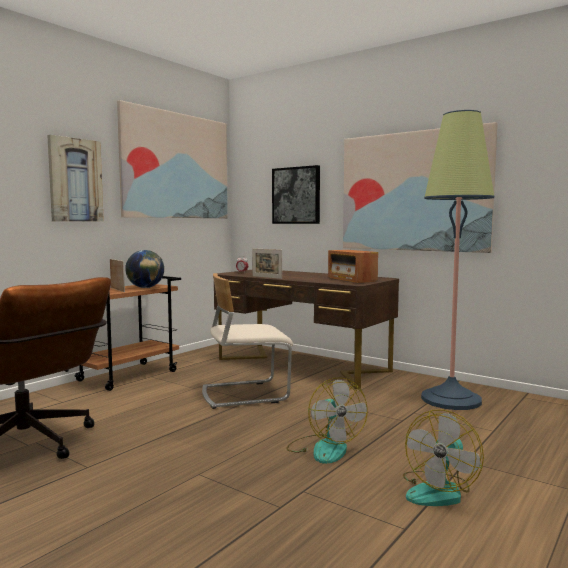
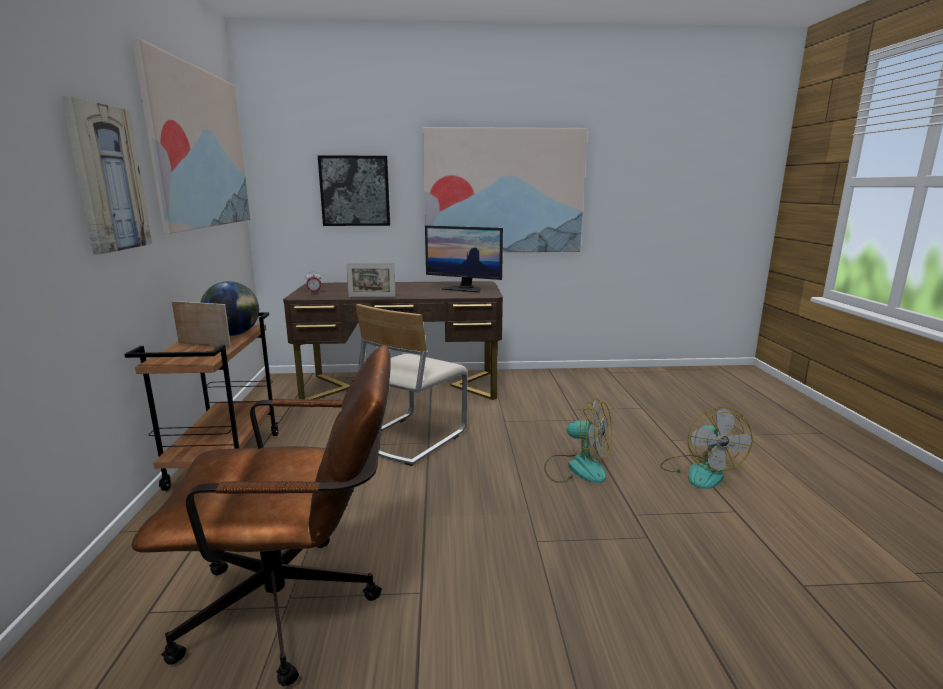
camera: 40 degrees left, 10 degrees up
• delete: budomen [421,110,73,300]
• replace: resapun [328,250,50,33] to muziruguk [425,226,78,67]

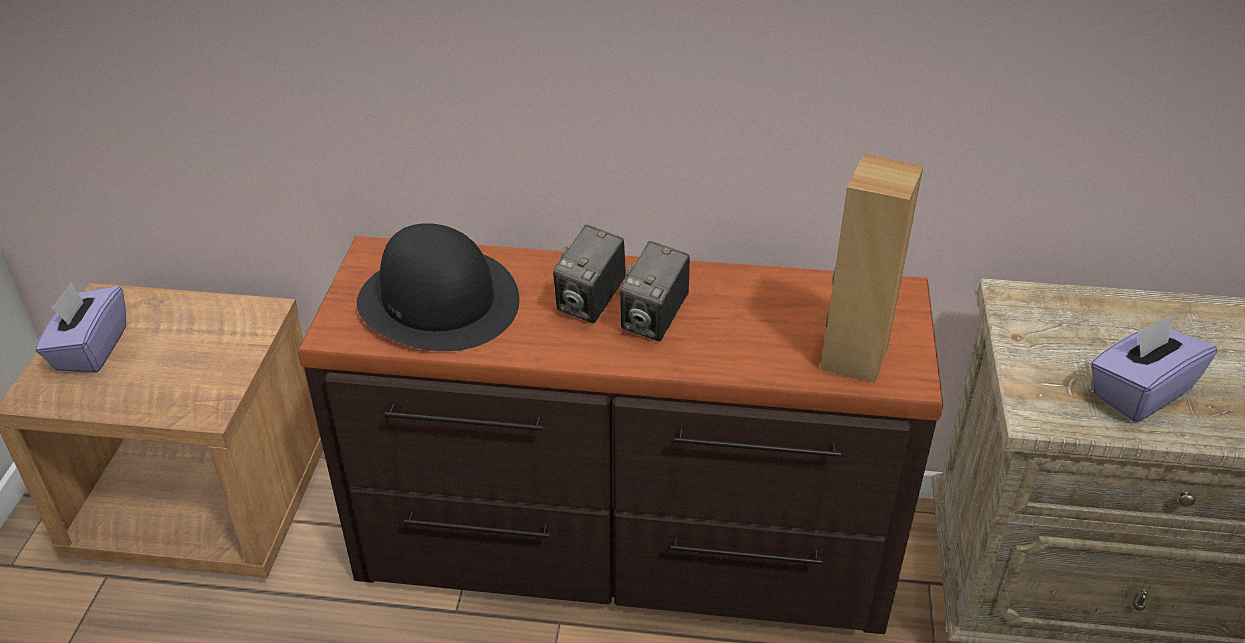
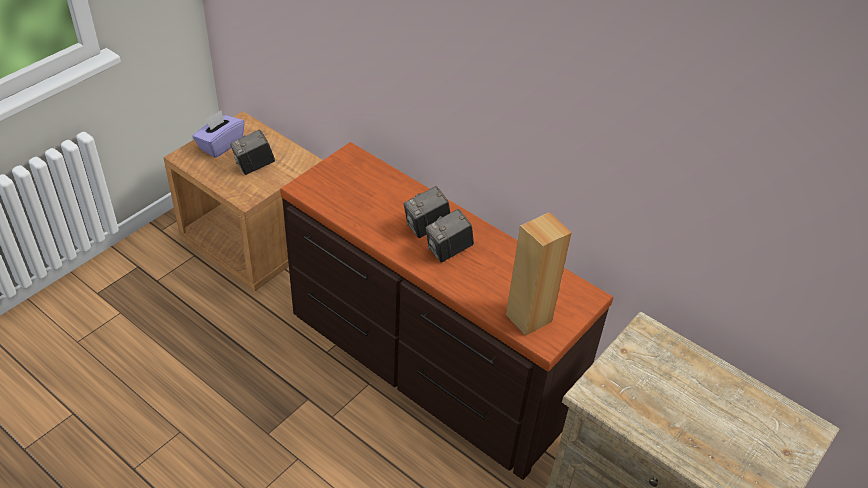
camera: 30 degrees right, 5 degrees up
• delete: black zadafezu [357,223,162,128]
• delete: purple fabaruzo [1090,315,127,107]
• insert: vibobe [230,130,45,45]

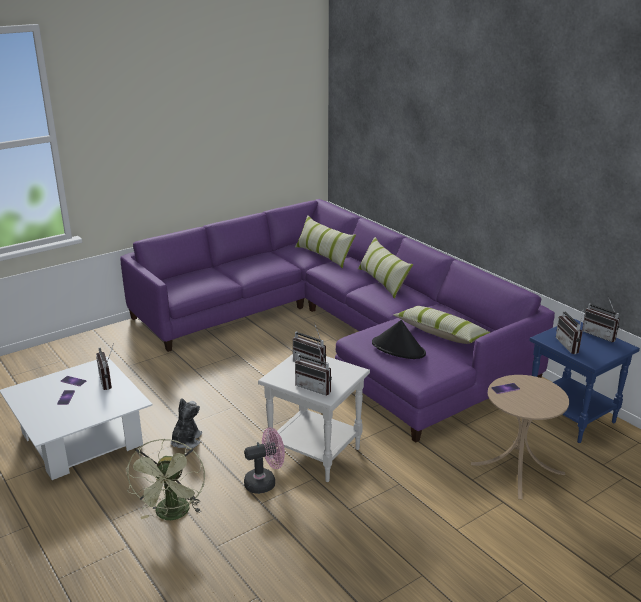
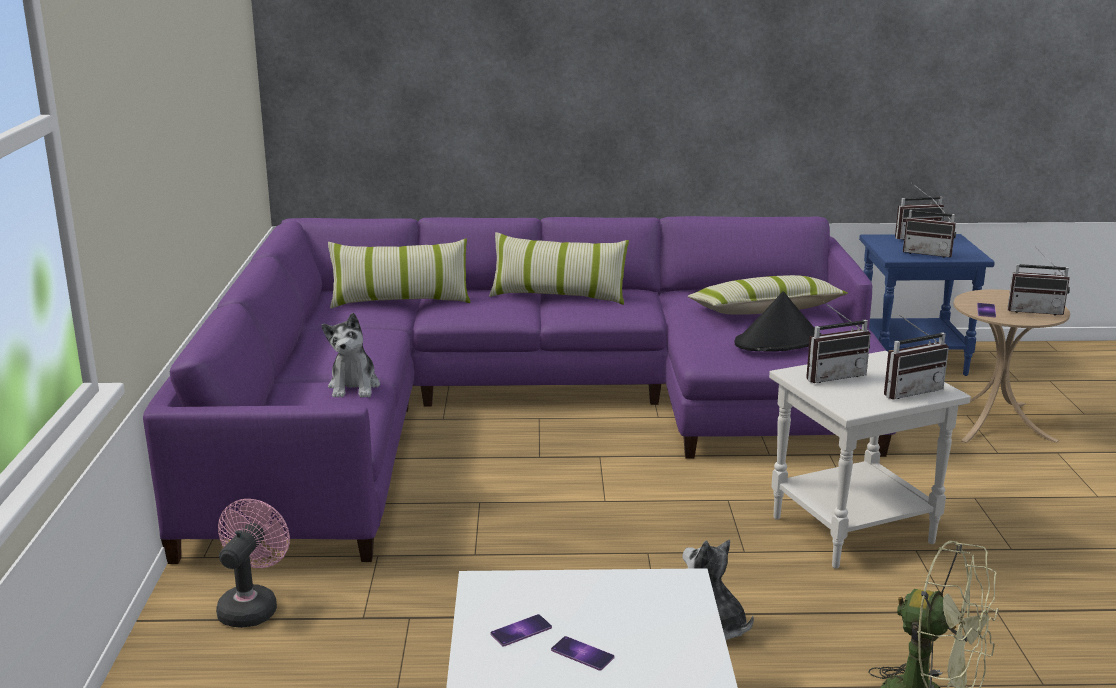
camera: 55 degrees left, 5 degrees down
• move: resapun [96,343,18,47] to [1007,247,63,68]
• move: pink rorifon [244,427,41,67] to [216,499,74,129]
• insert: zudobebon [322,313,58,85]

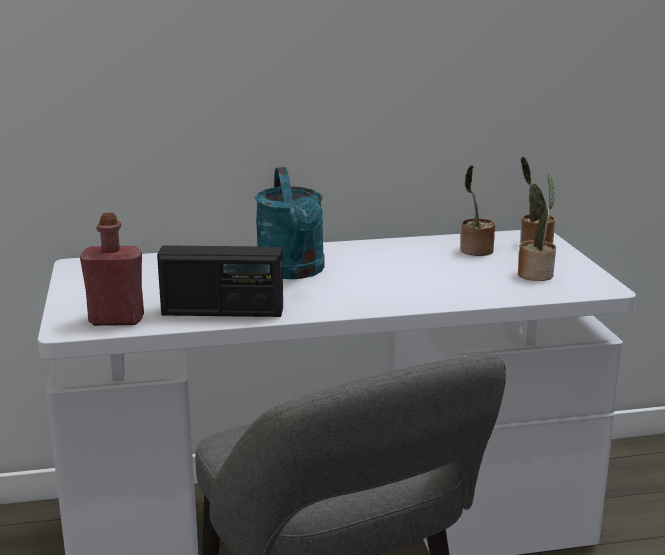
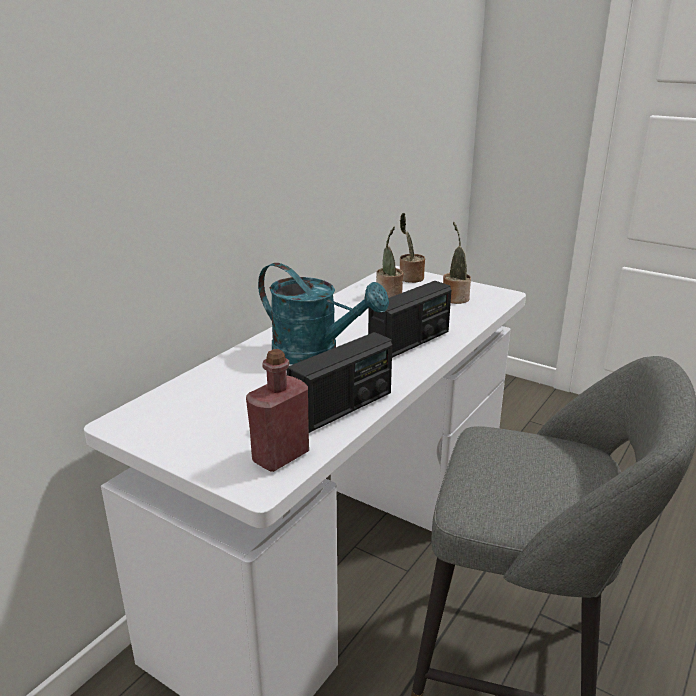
camera: 45 degrees left, 5 degrees up
• insert: resapun [368,281,83,77]

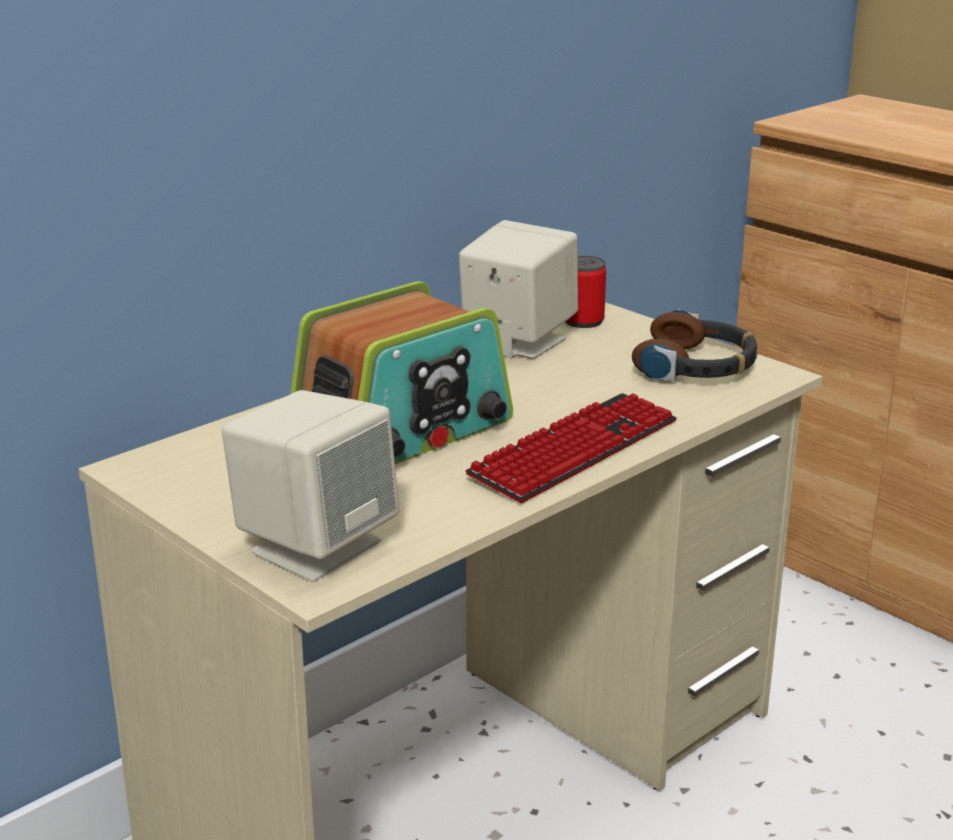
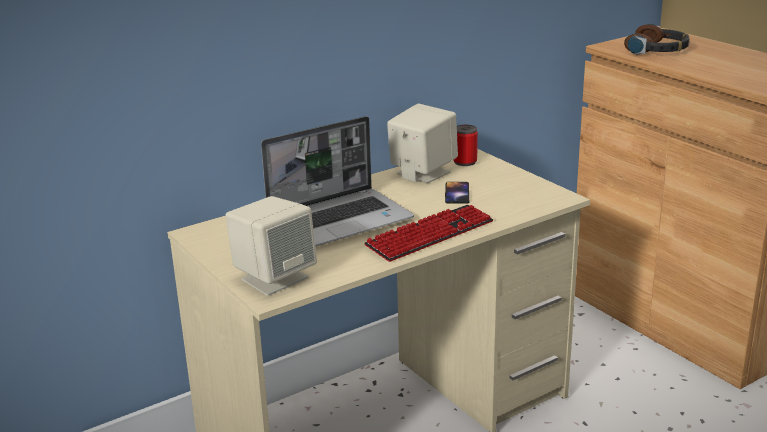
camera: 10 degrees right, 0 degrees up
• replace: resapun [291,281,222,183] to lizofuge [261,116,153,130]
• move: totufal [632,309,126,72] to [624,24,65,30]
• insert: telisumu [445,182,24,21]

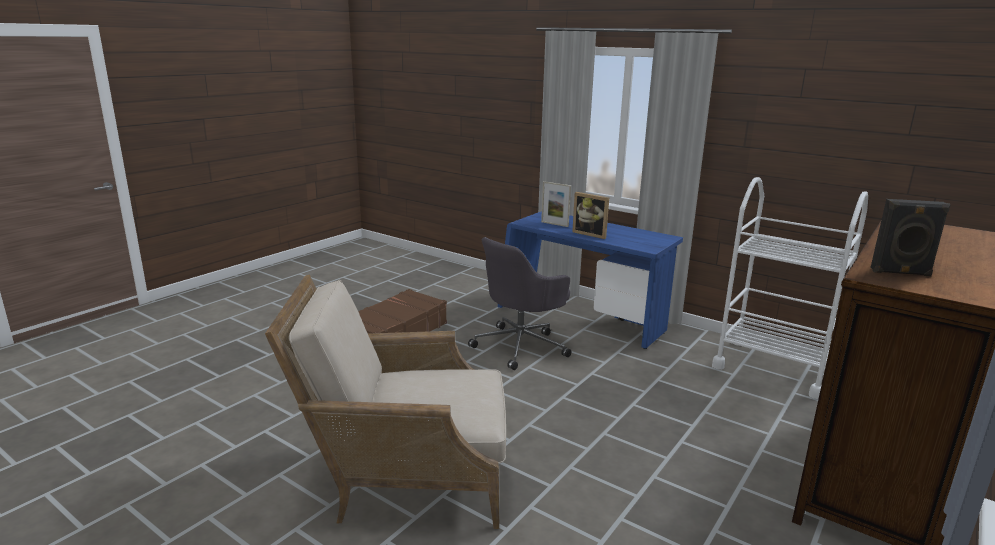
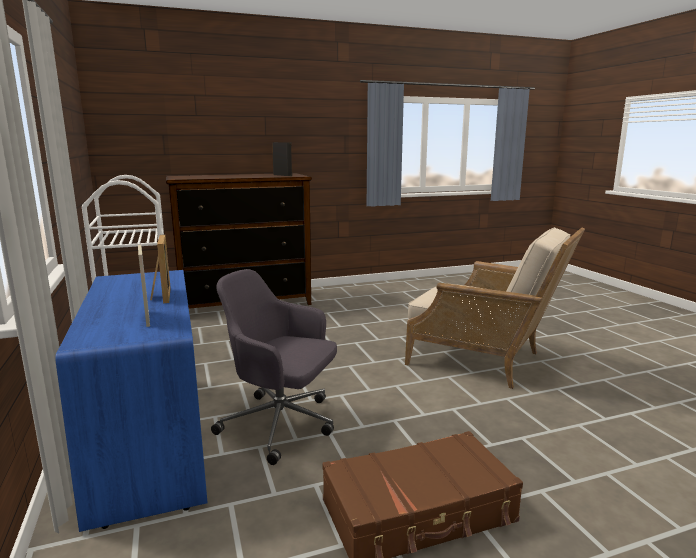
camera: 145 degrees left, 5 degrees down
• rotate: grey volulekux [468,237,103,133] = [211,269,126,196] 150 degrees counterclockwise

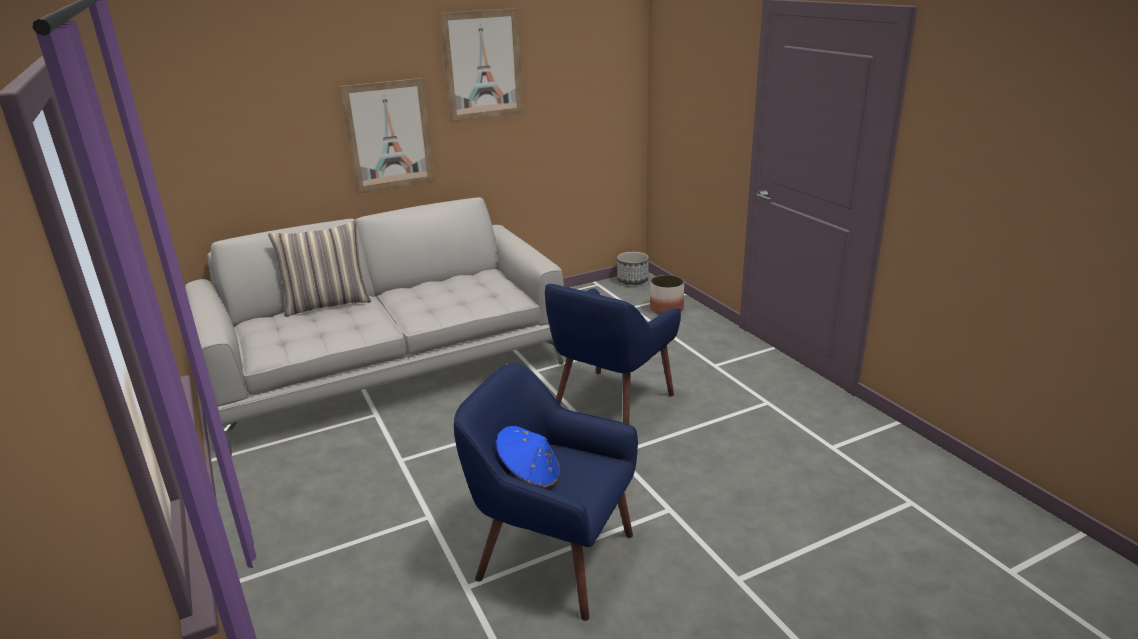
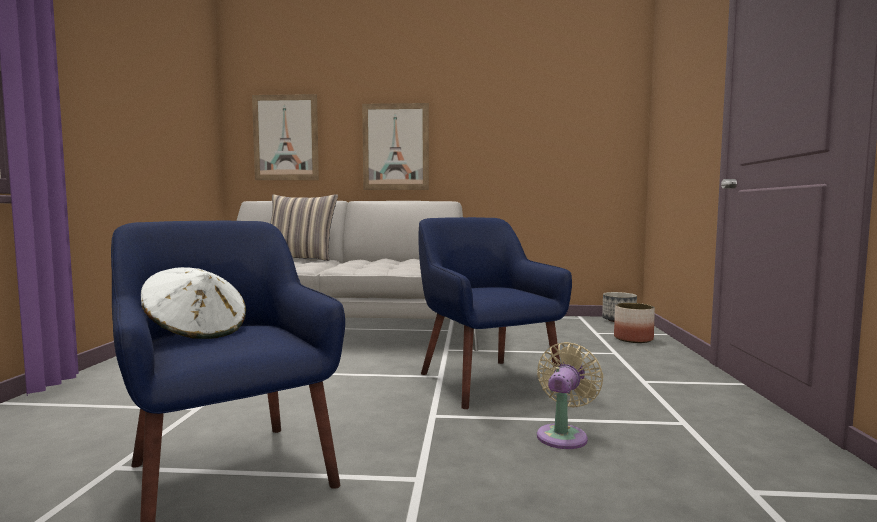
camera: 30 degrees right, 20 degrees down
• move: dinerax [439,8,85,115] to [252,94,67,86]
• rotate: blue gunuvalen [545,284,136,140] = [419,217,153,192] 90 degrees clockwise
• recolor: blue zadafezu [496,426,64,62] to white zadafezu [141,267,105,72]
• insert: beige rorifon [537,342,66,107]

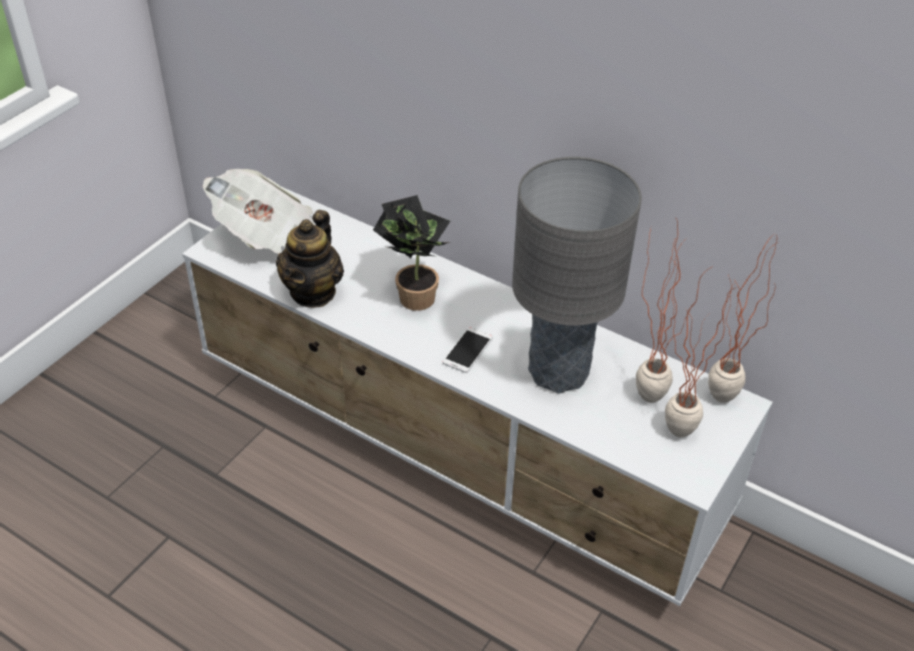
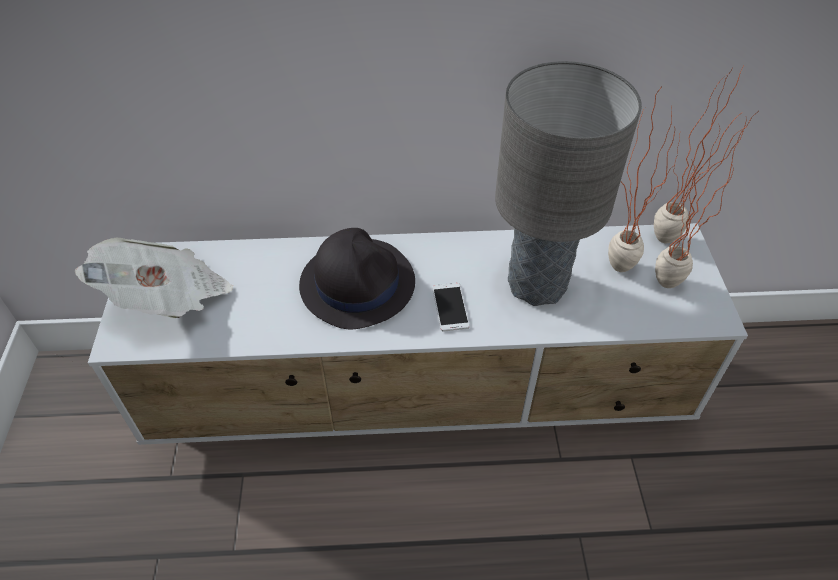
camera: 35 degrees left, 5 degrees up
• replace: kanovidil [373,195,78,116] to black zadafezu [299,228,116,101]
• delete: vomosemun [276,210,68,98]

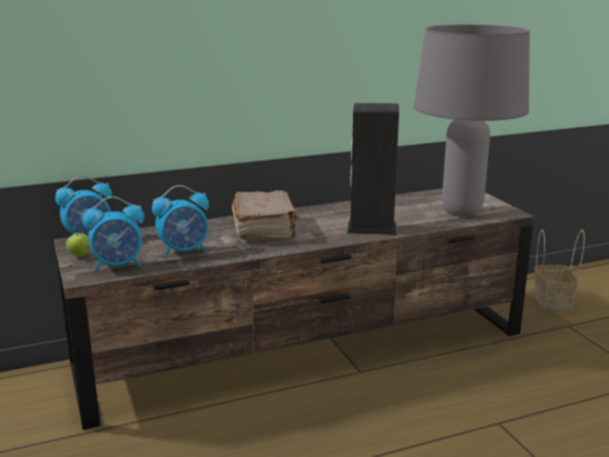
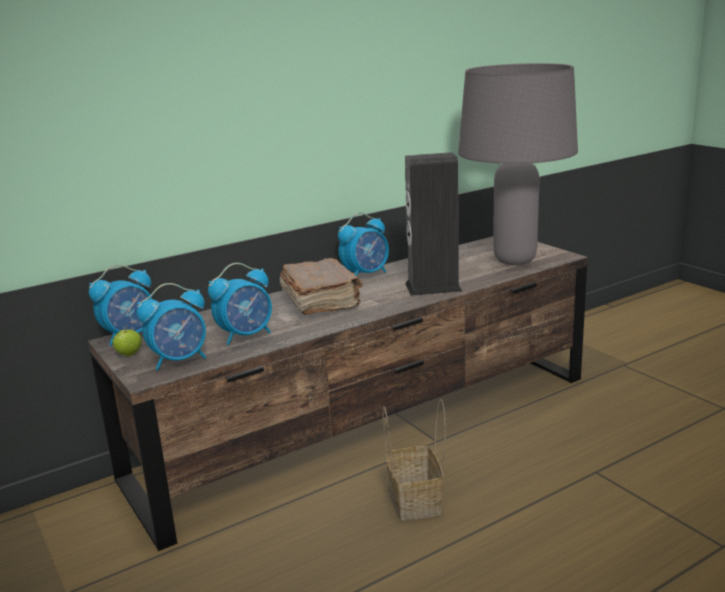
camera: 10 degrees left, 0 degrees up
• move: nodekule [533,230,52,80] to [383,399,63,122]
• insert: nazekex [338,213,51,63]

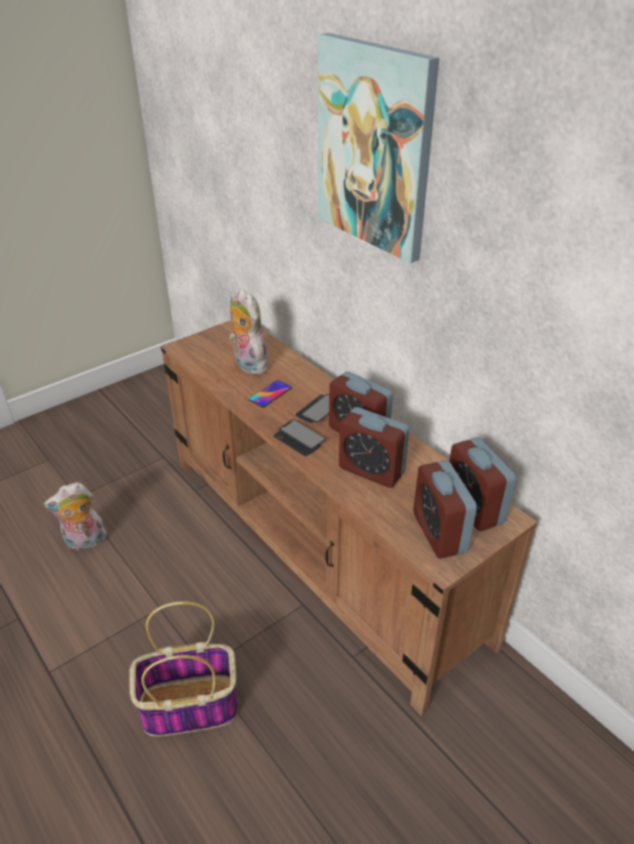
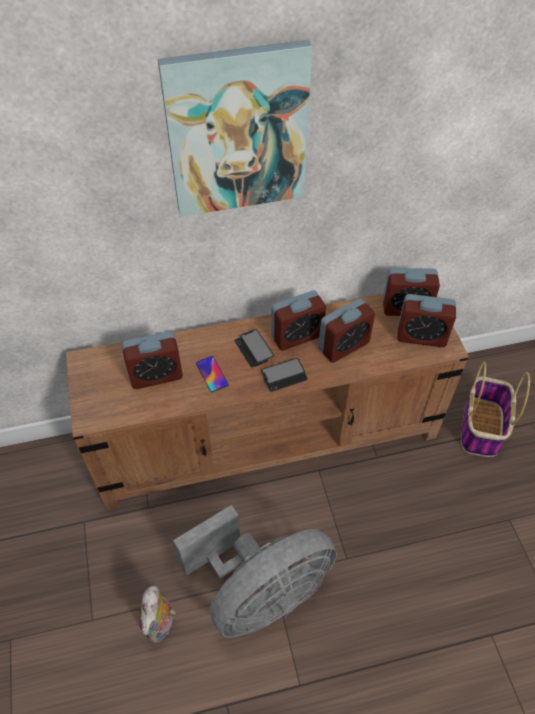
camera: 65 degrees left, 15 degrees up
• replace: zudobebon [229,289,42,86] to nazekex [122,331,61,58]
• move: nodekule [129,601,109,136] to [461,362,69,95]
• insert: grey rorifon [173,505,164,133]

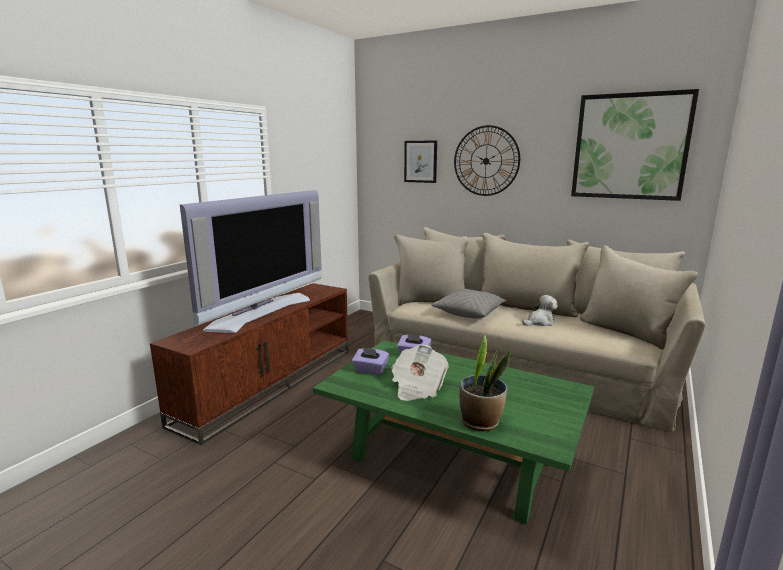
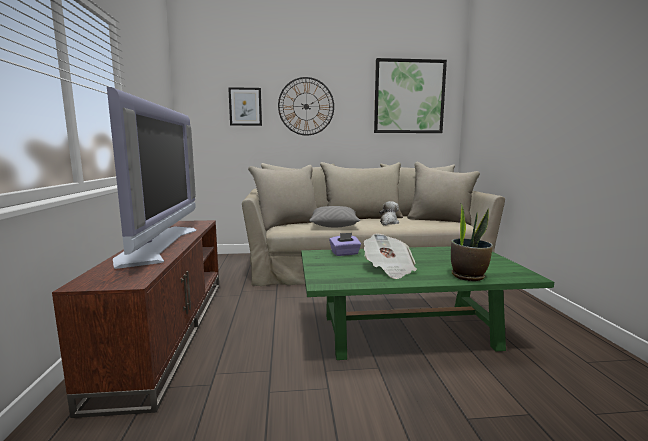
camera: 35 degrees left, 5 degrees down
• delete: purple fabaruzo [352,347,37,28]

